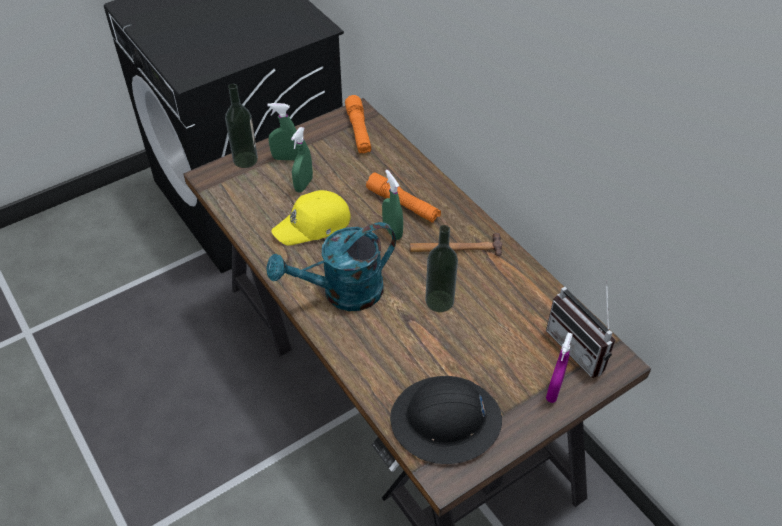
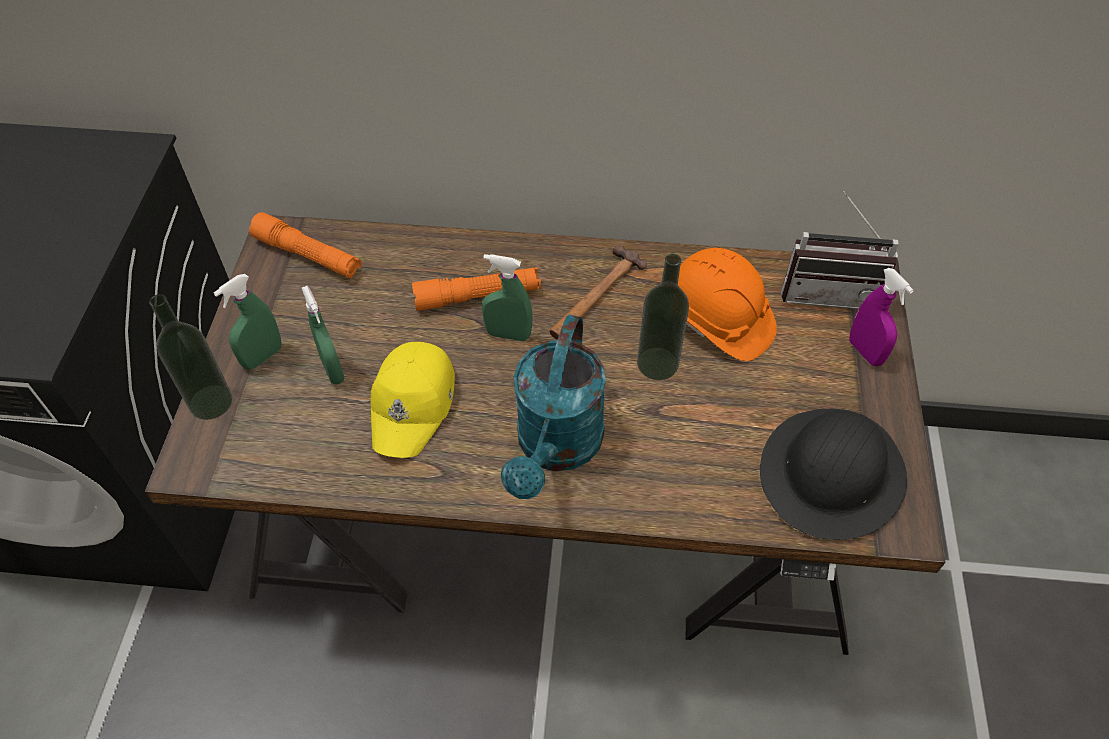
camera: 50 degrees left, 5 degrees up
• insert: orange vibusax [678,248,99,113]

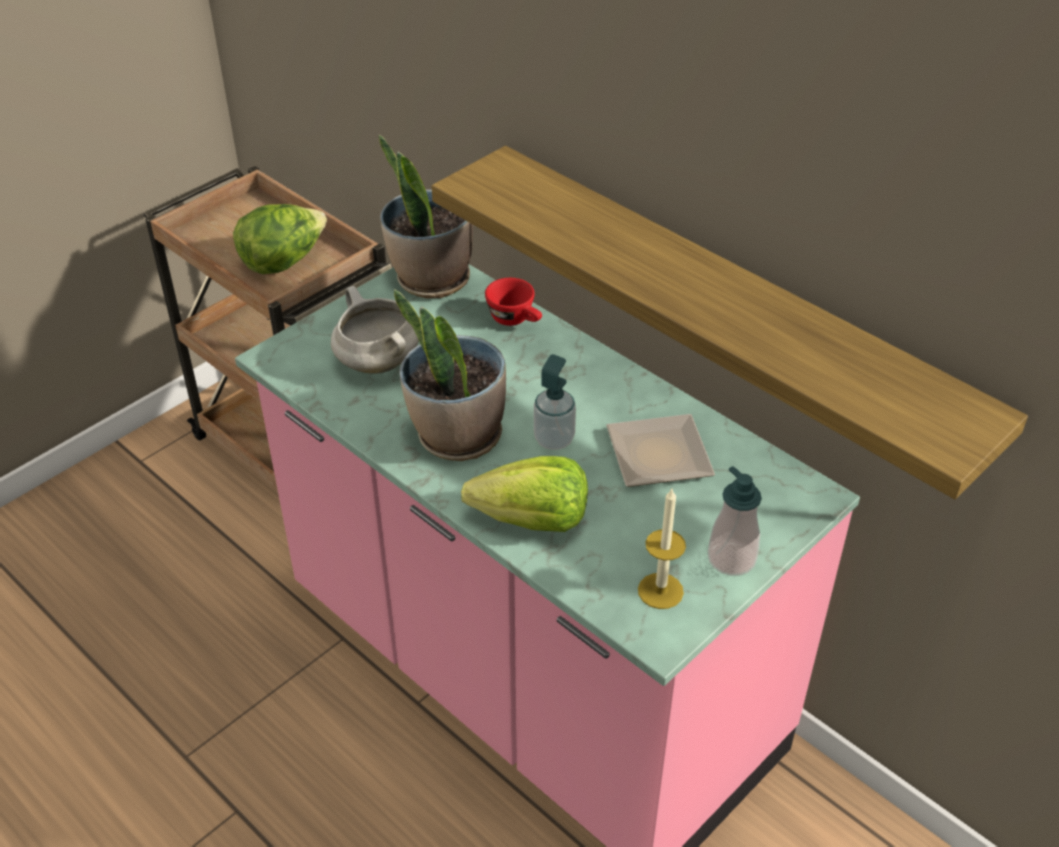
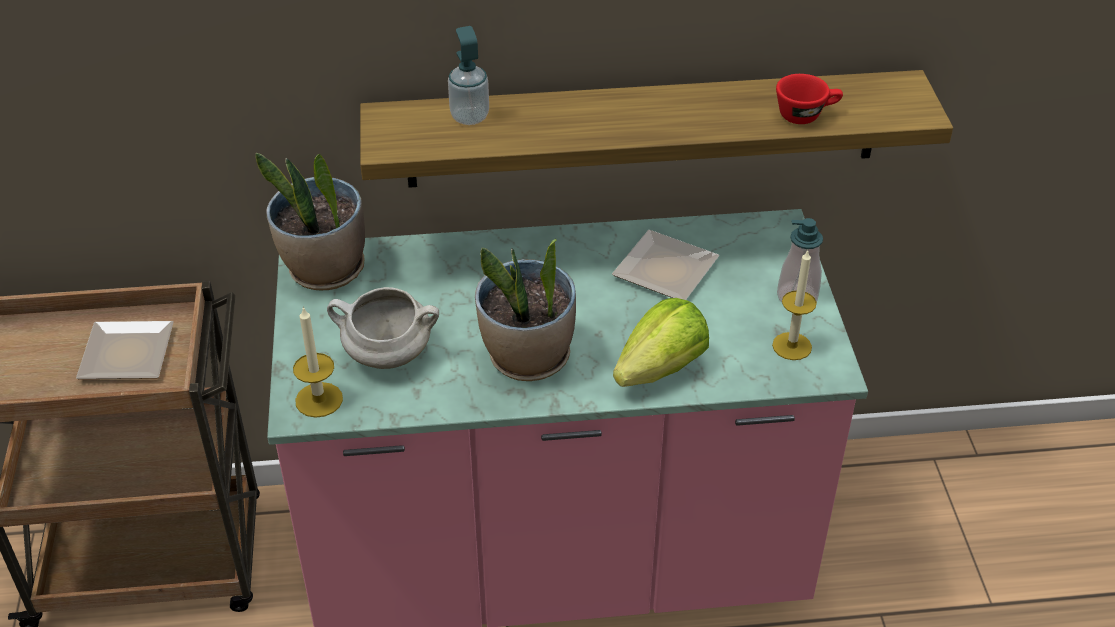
camera: 50 degrees left, 0 degrees up
• replace: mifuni [233,204,94,70] to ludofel [76,321,97,58]
• move: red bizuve [485,278,57,48] to [776,74,67,50]
• move: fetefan [534,354,42,96] to [448,26,41,99]
• insert: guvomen [293,306,50,112]

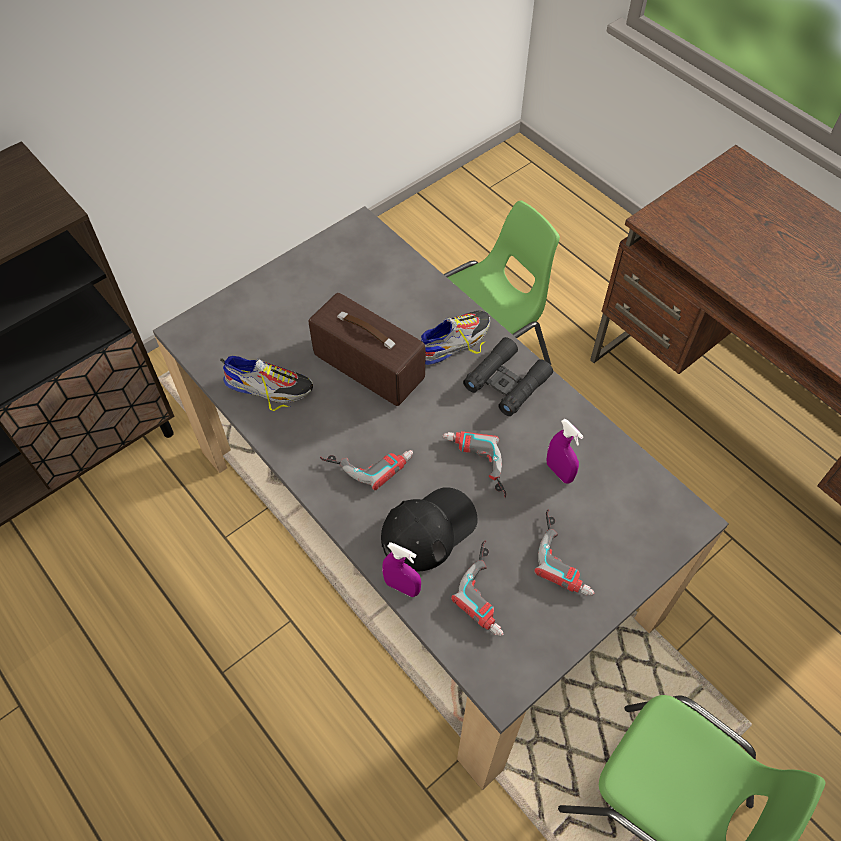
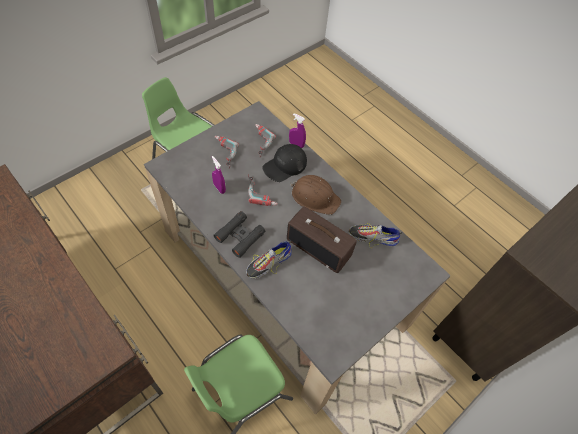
camera: 175 degrees right, 0 degrees up
• replace: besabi [320,450,93,40] to brown vibusax [291,175,50,40]

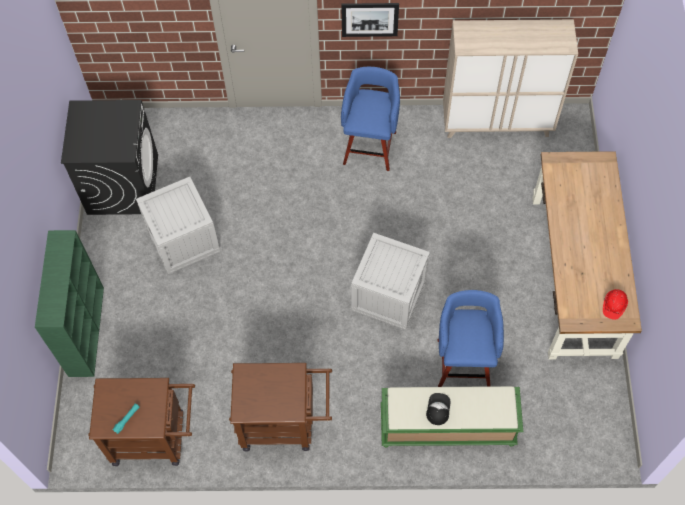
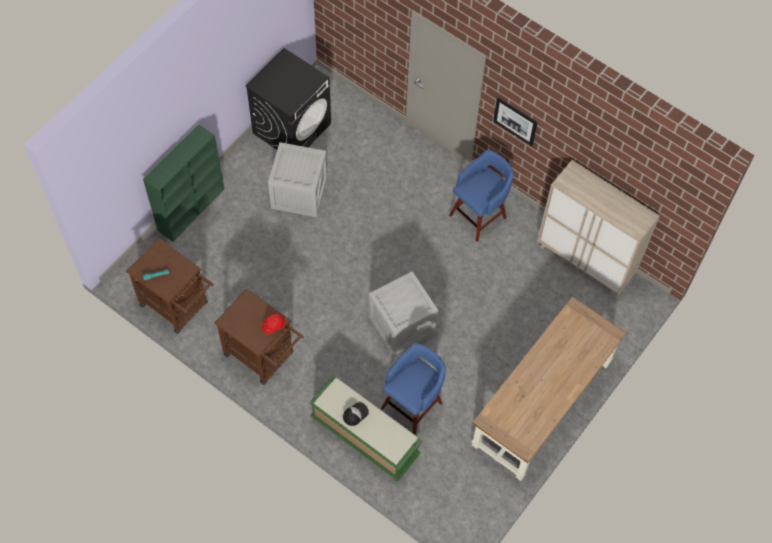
camera: 35 degrees right, 0 degrees up
• move: red vibusax [603,289,25,31] to [261,313,25,22]

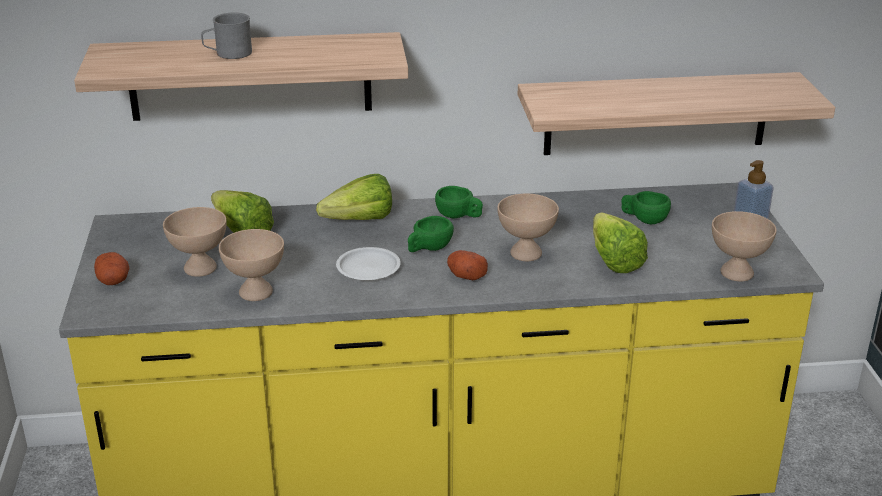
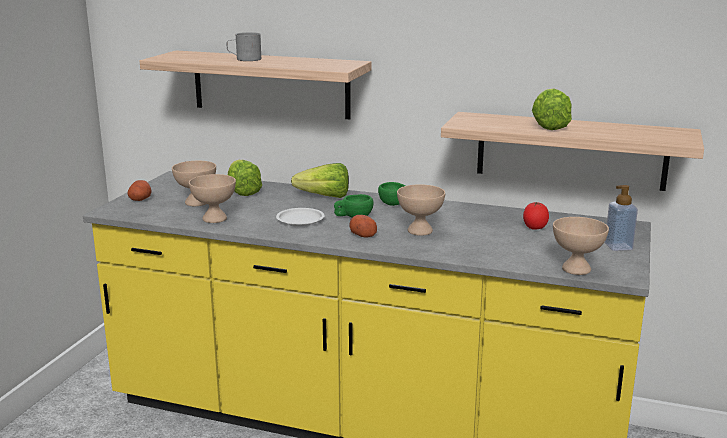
camera: 25 degrees right, 10 degrees down
• replace: green bizuve [621,191,50,33] to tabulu [523,202,26,28]
• move: mifuni [593,213,55,60] to [532,88,40,42]

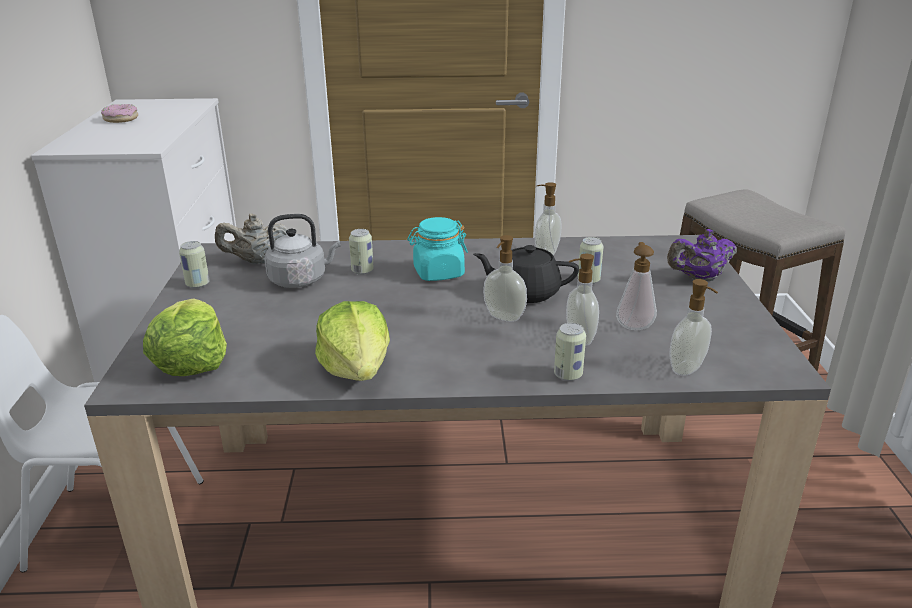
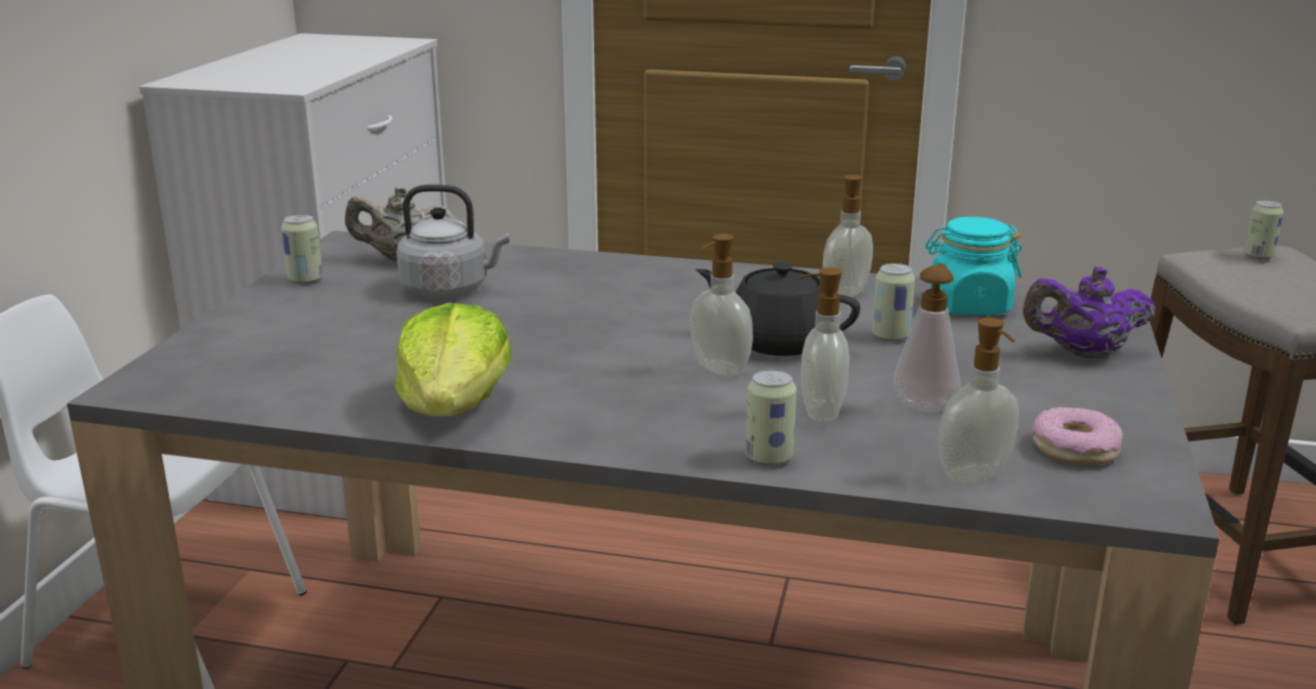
camera: 15 degrees right, 5 degrees down
• move: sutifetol [101,104,37,19] to [1032,407,91,58]
• move: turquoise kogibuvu [407,217,61,64] to [925,217,97,98]
• move: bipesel [349,229,25,46] to [1244,200,40,60]
• delete: mifuni [143,299,84,77]

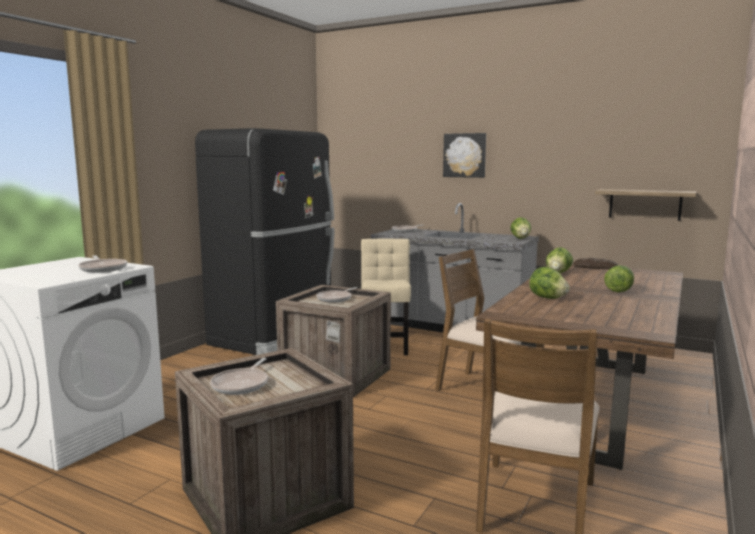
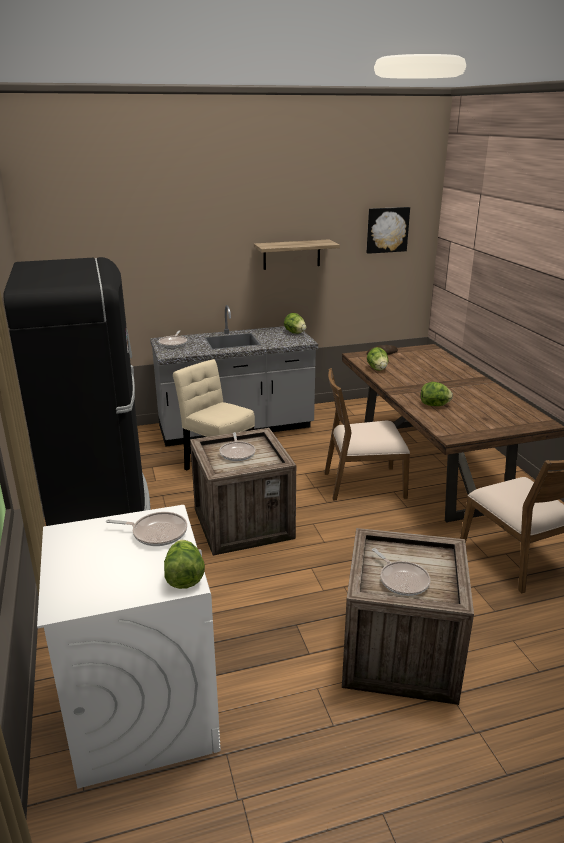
camera: 45 degrees left, 15 degrees up
• move: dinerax [443,133,43,45] to [367,207,43,47]
• move: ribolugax [595,189,101,32] to [254,239,86,31]
• move: mifuni [604,265,30,27] to [164,540,41,49]

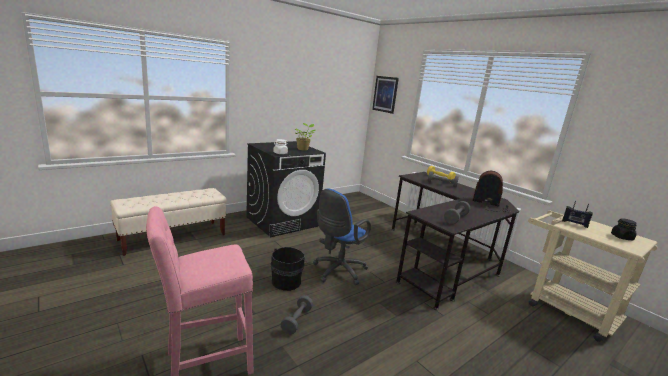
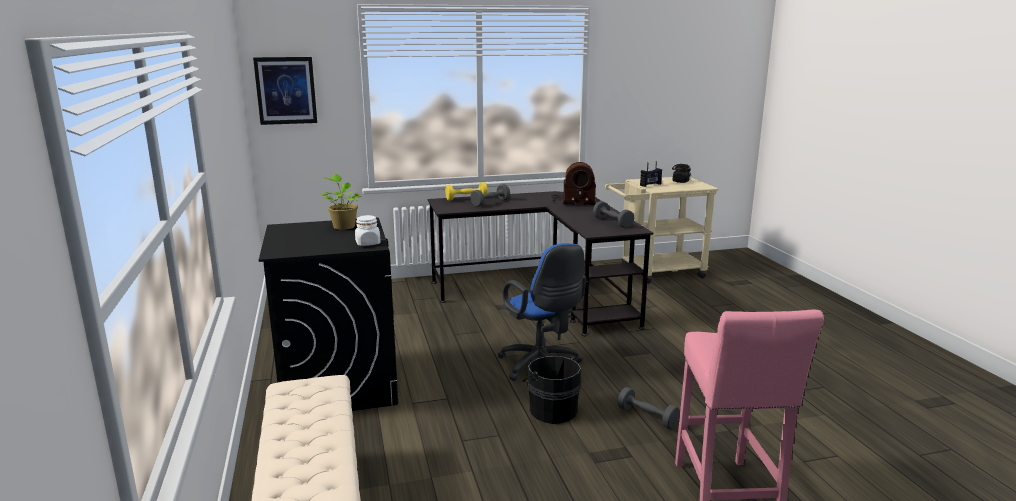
camera: 65 degrees left, 0 degrees up
• rotate: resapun [473,171,36,41] = [552,162,44,43] 135 degrees counterclockwise

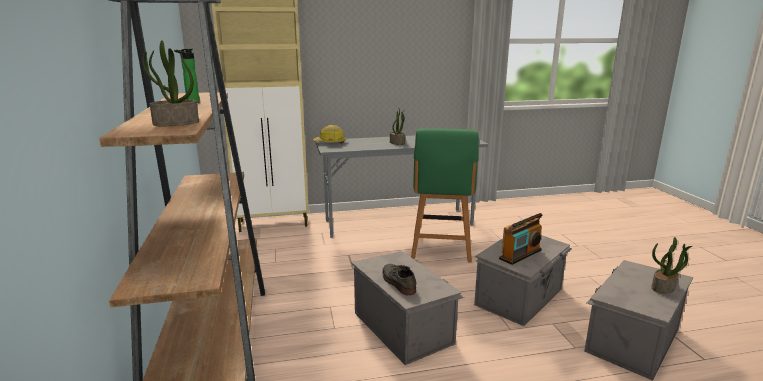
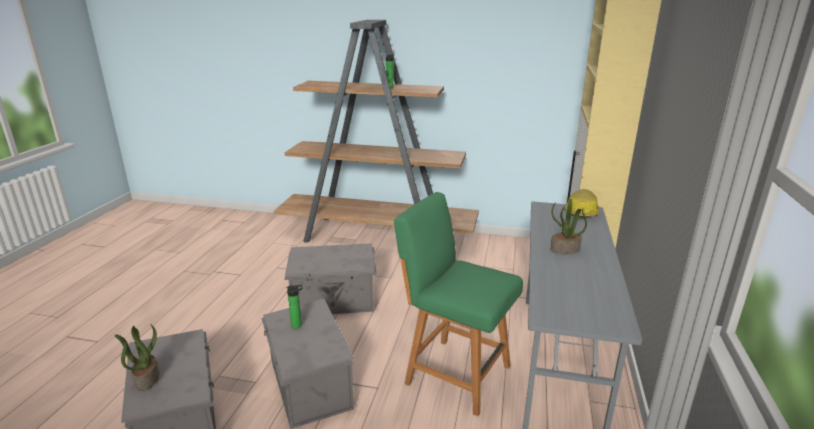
camera: 115 degrees right, 5 degrees up
• delete: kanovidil [143,40,56,86]
• replace: resapun [499,213,43,52] to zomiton [286,285,17,44]
• delete: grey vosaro [382,264,34,31]

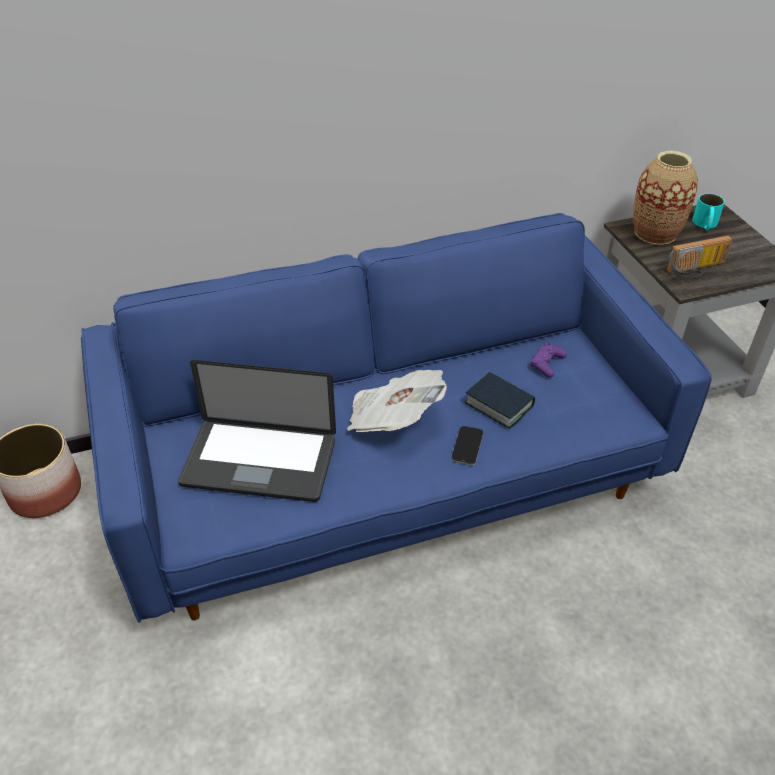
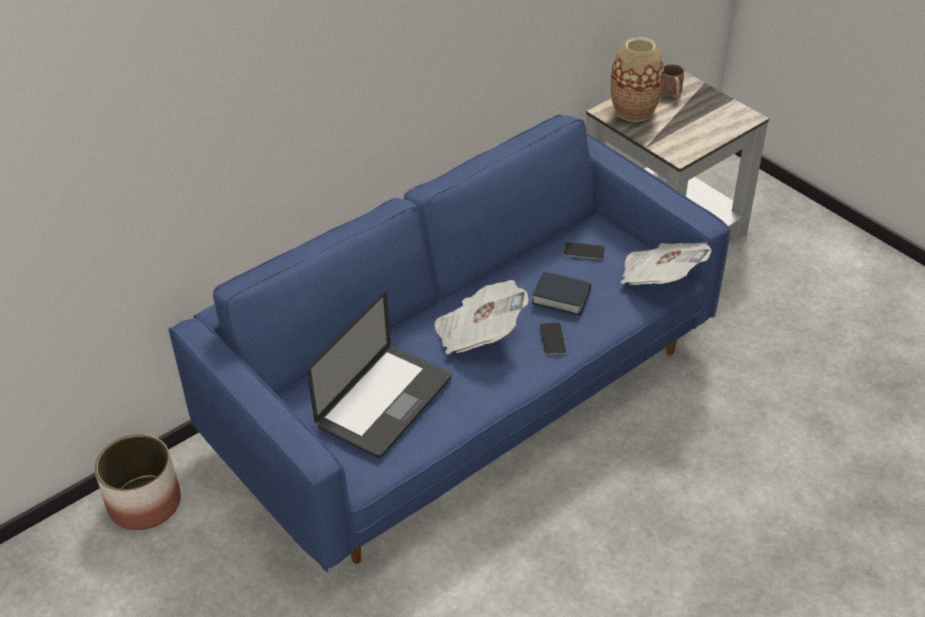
camera: 20 degrees left, 0 degrees up
• recolor: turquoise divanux [692,193,33,37] to brown divanux [661,64,23,34]
• delete: resapun [666,235,66,44]
• replace: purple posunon [531,343,36,34] to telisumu [563,242,42,17]
• rotate: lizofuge [178,360,158,142] = [307,291,144,167] 45 degrees counterclockwise
• insert: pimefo [621,242,90,43]

